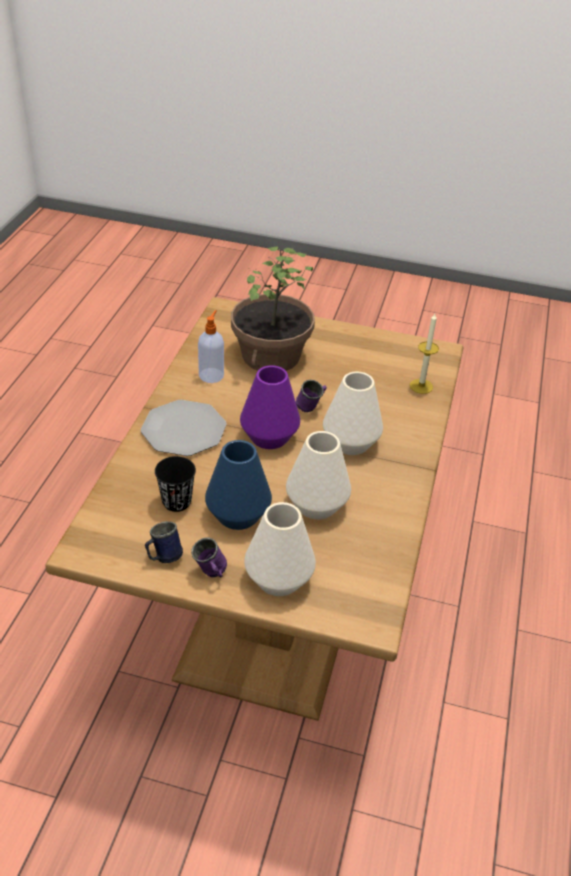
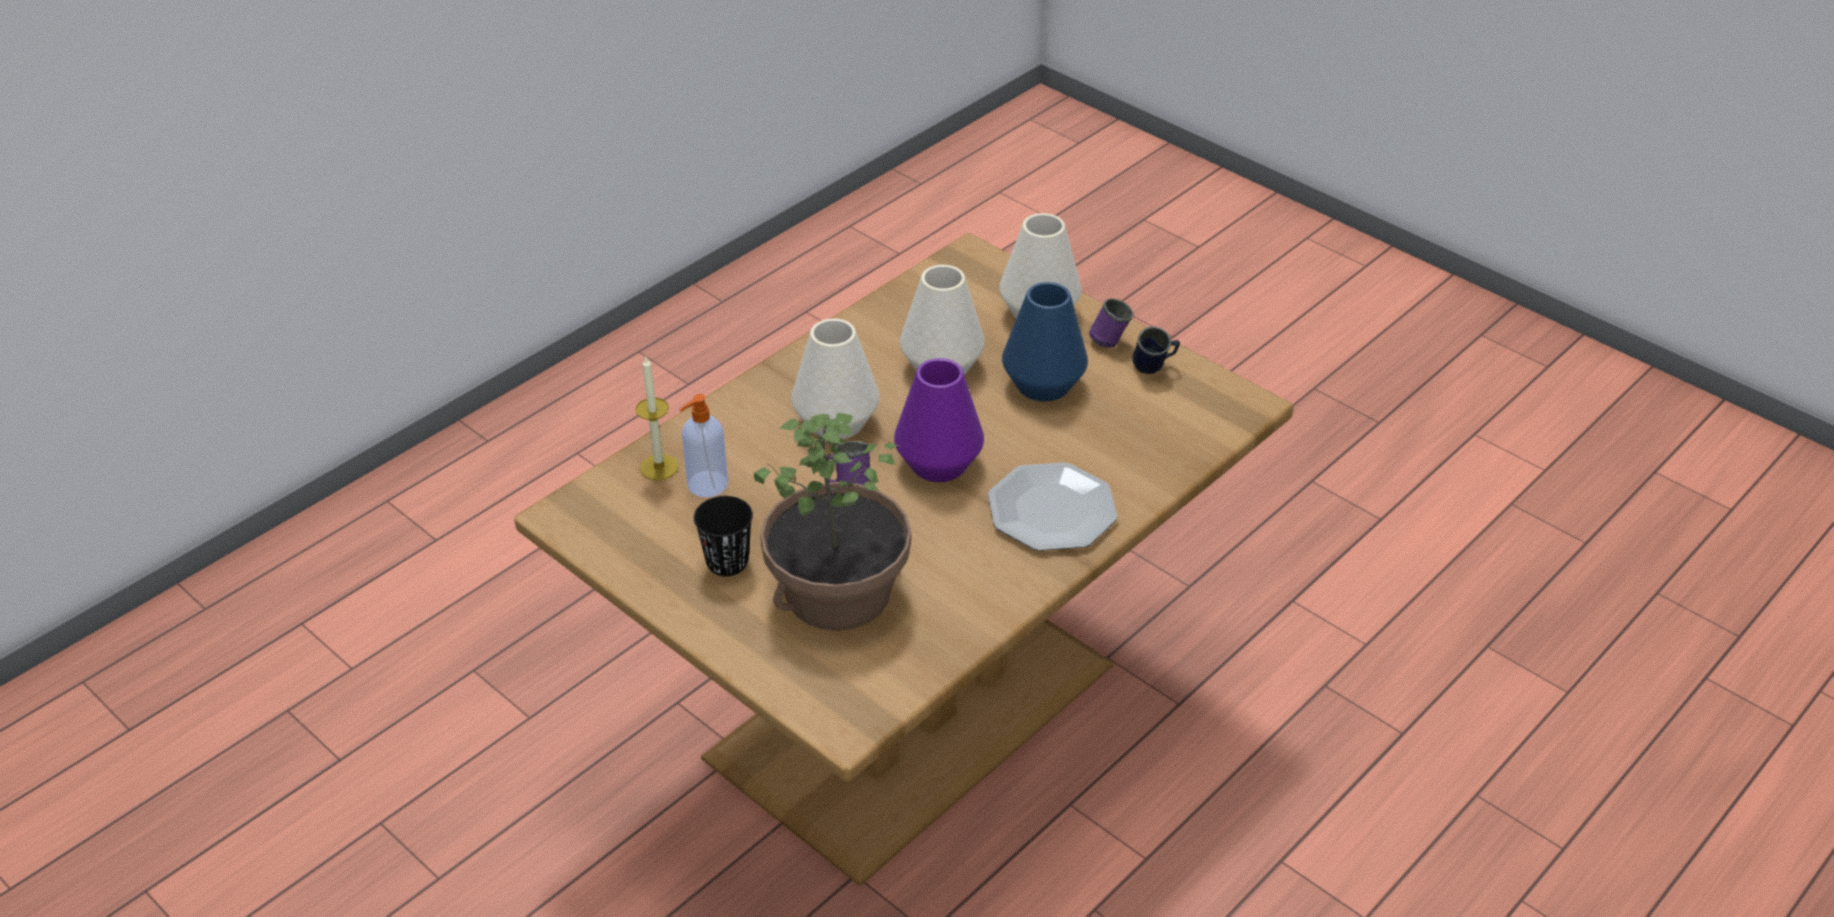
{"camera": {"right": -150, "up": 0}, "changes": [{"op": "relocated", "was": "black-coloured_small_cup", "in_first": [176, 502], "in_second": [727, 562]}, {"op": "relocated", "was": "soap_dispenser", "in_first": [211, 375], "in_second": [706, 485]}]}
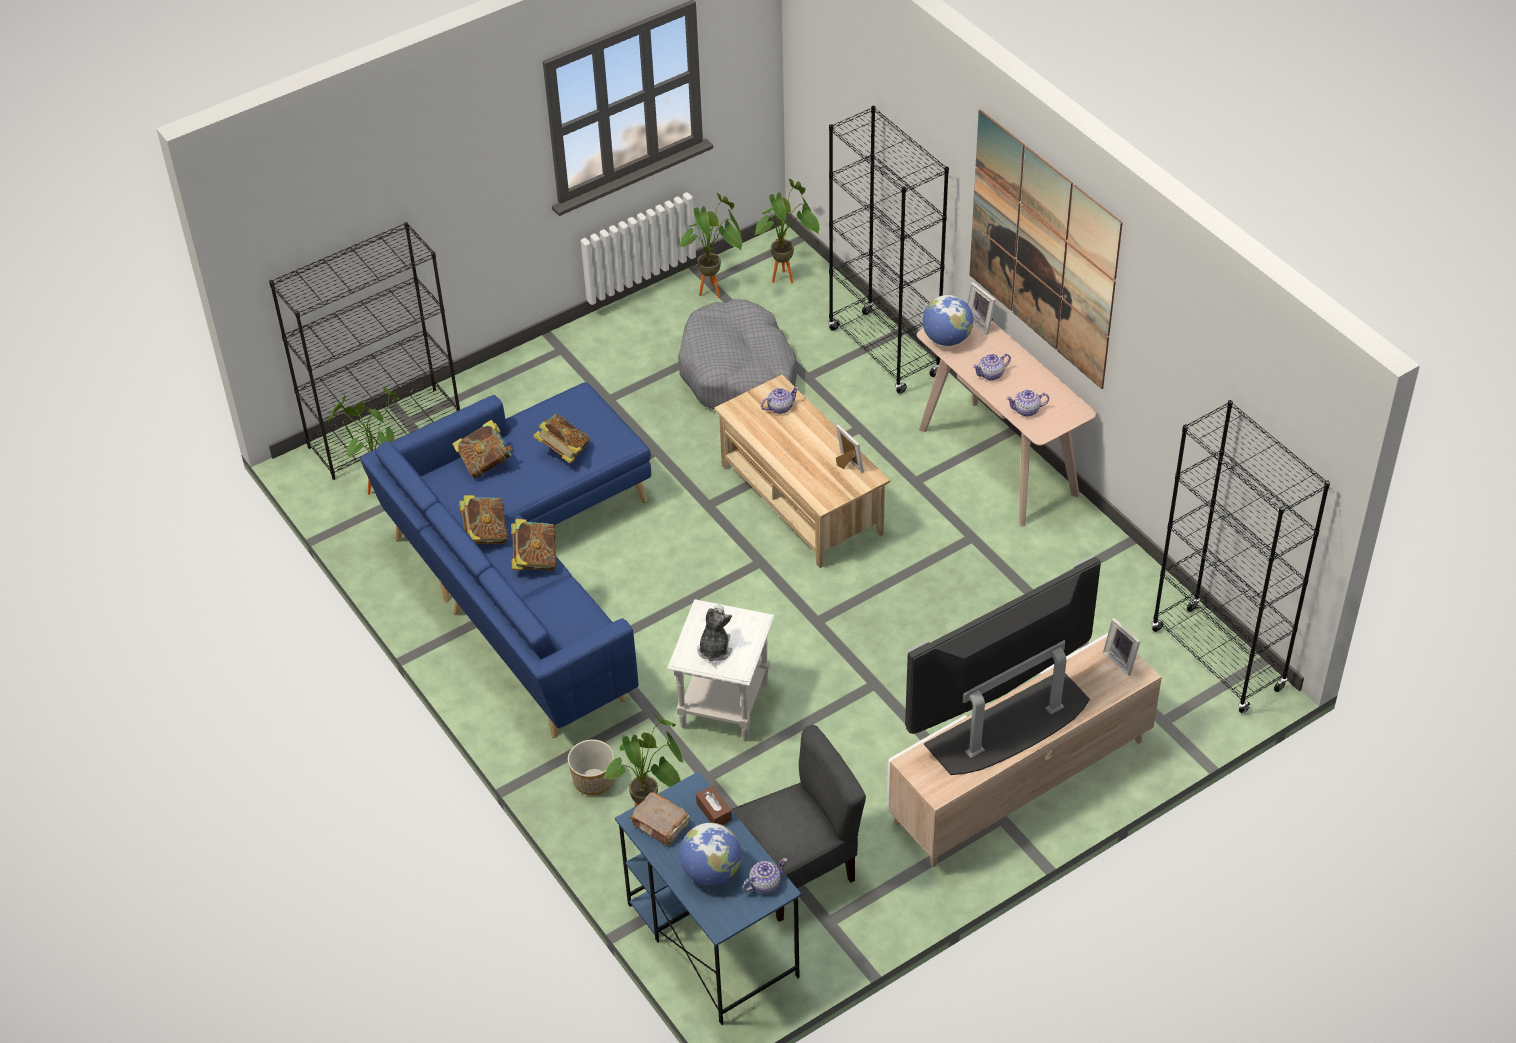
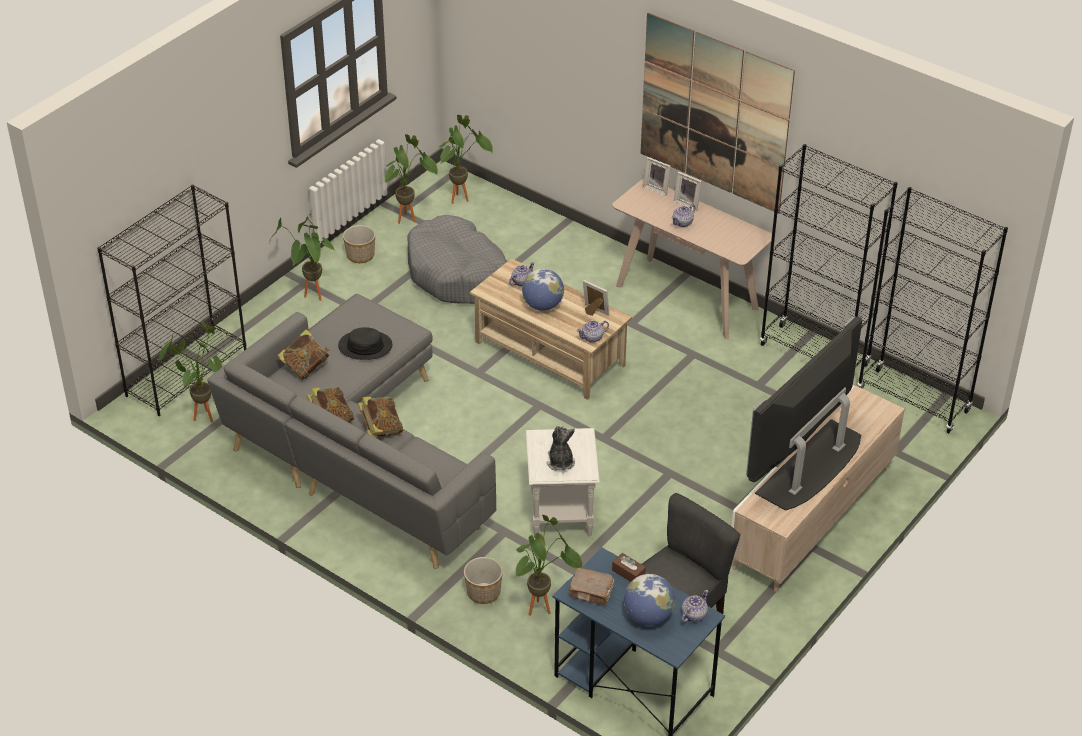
{"camera": {"right": -20, "up": -5}, "changes": [{"op": "appeared", "now": "plant_in_a_pot", "in_second": [311, 298]}, {"op": "appeared", "now": "plant_pot", "in_second": [360, 255]}, {"op": "relocated", "was": "black-coloured_bookshelf", "in_first": [884, 352], "in_second": [814, 355]}, {"op": "relocated", "was": "desk_globe", "in_first": [946, 339], "in_second": [543, 305]}, {"op": "relocated", "was": "tea_pot", "in_first": [1027, 410], "in_second": [592, 337]}, {"op": "relocated", "was": "photo_frame", "in_first": [1122, 660], "in_second": [688, 203]}, {"op": "exchanged", "was": "book", "now": "black-coloured_clothing_hat", "in_first": [563, 451], "in_second": [365, 346]}, {"op": "colour", "was": "blue_sofa", "now": "gray_sofa", "in_first": [525, 578], "in_second": [356, 456]}]}
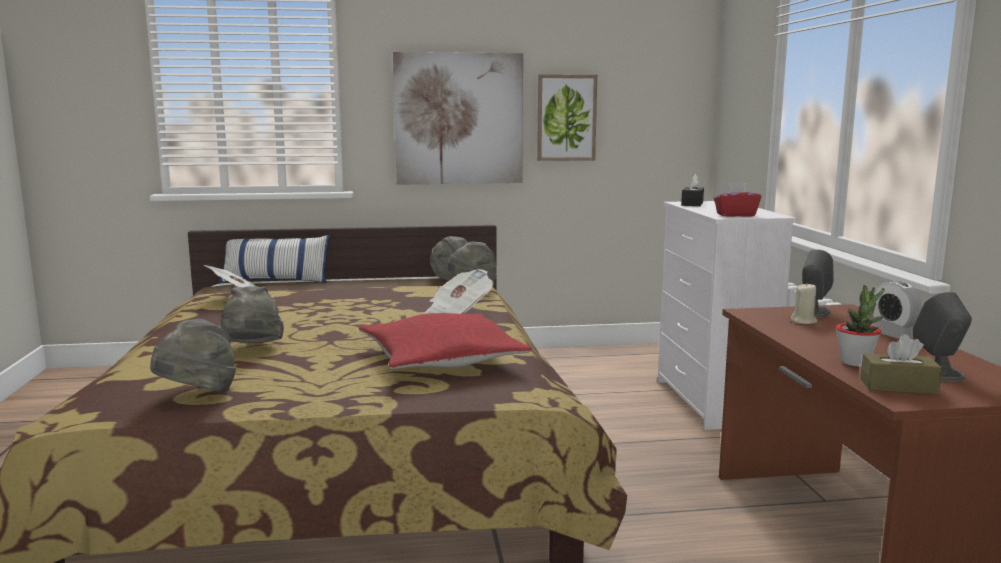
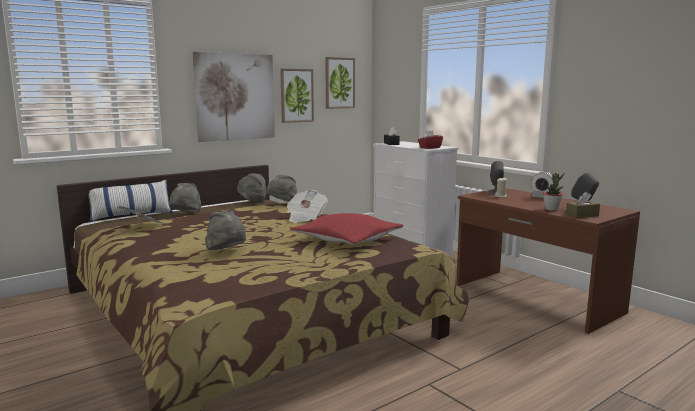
{"camera": {"right": -30, "up": 0}, "changes": [{"op": "appeared", "now": "wall_picture", "in_second": [339, 83]}, {"op": "relocated", "was": "gray_clothing_hat", "in_first": [197, 395], "in_second": [186, 214]}]}
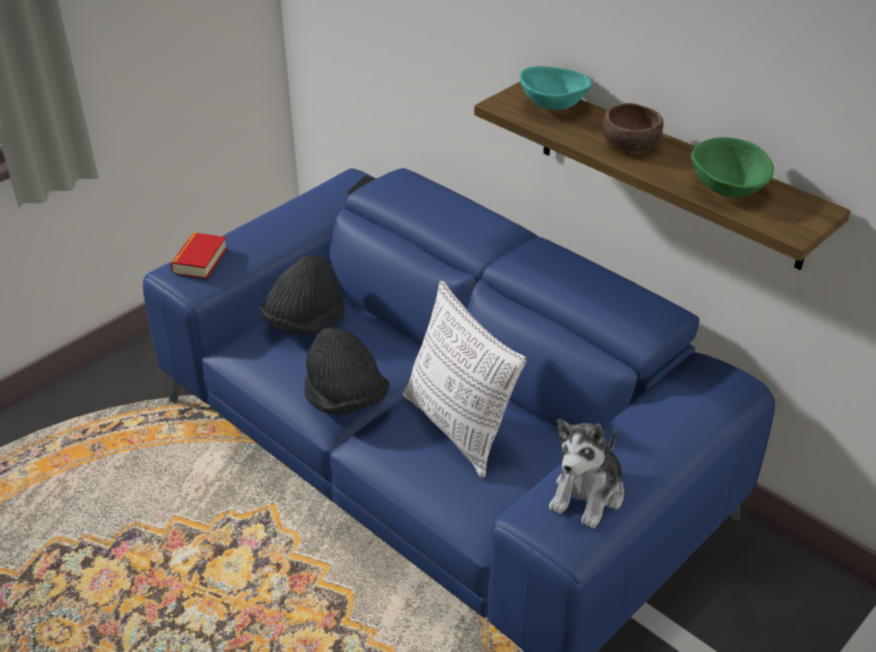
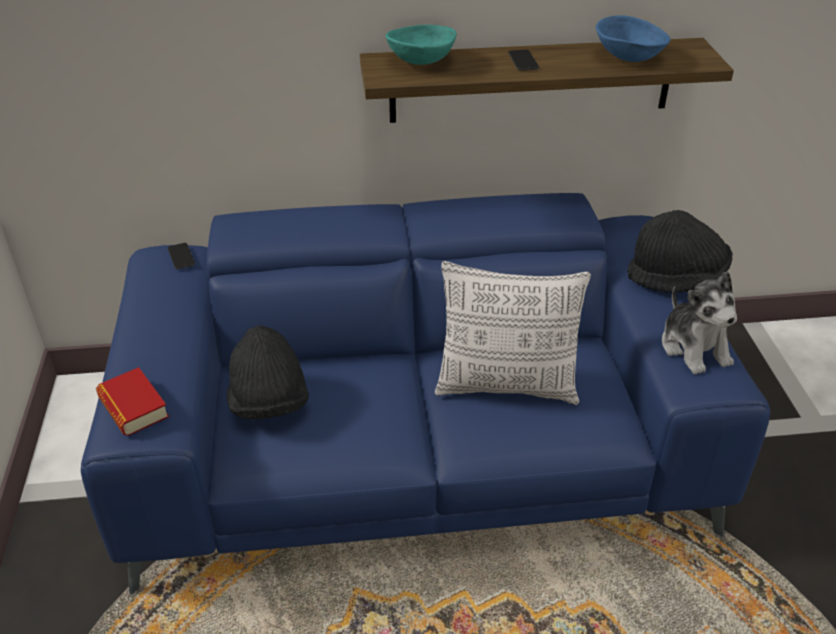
{"camera": {"right": -50, "up": 0}, "changes": [{"op": "relocated", "was": "black-coloured_clothing_hat", "in_first": [345, 399], "in_second": [676, 278]}, {"op": "exchanged", "was": "brownish_bowl", "now": "telephone", "in_first": [631, 144], "in_second": [523, 61]}, {"op": "colour", "was": "green_bowl", "now": "blue_bowl", "in_first": [727, 188], "in_second": [628, 58]}]}
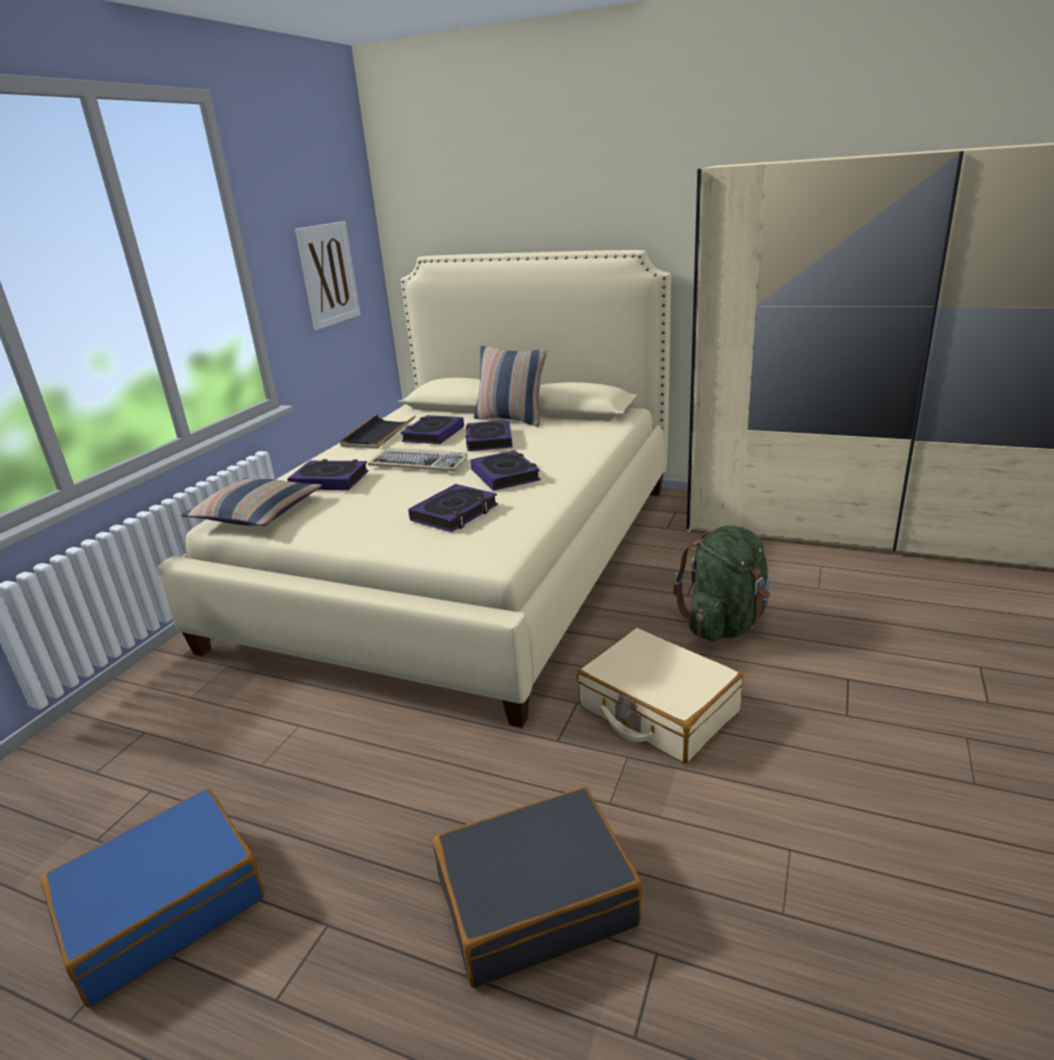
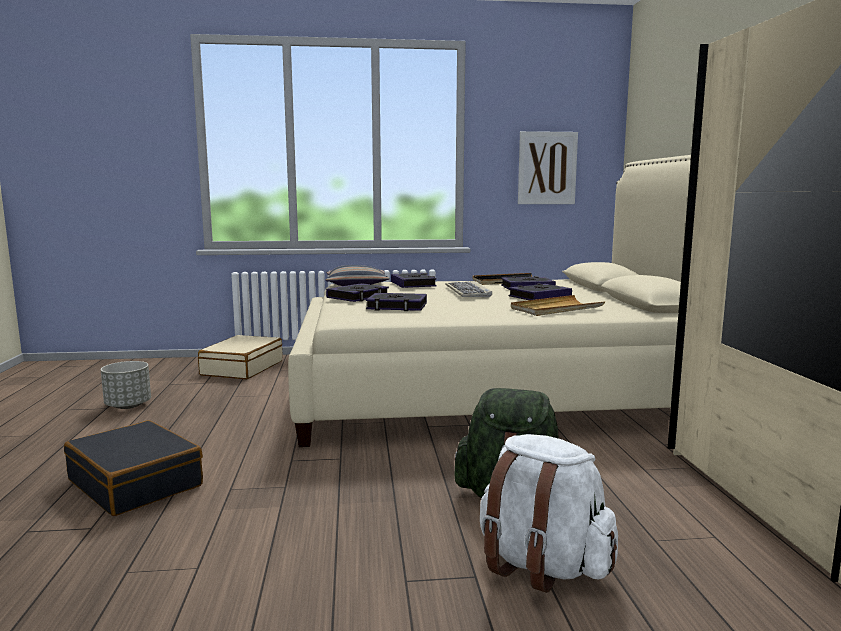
{"camera": {"right": 60, "up": -15}, "changes": [{"op": "missing", "was": "pillow", "in_first": [511, 419]}, {"op": "appeared", "now": "white-coloured_knapsack", "in_second": [541, 565]}, {"op": "appeared", "now": "beige_serving_tray", "in_second": [556, 309]}, {"op": "relocated", "was": "book", "in_first": [505, 475], "in_second": [358, 297]}, {"op": "relocated", "was": "beige_suitcase", "in_first": [657, 709], "in_second": [242, 368]}, {"op": "exchanged", "was": "blue_suitcase", "now": "gray_plant_pot", "in_first": [163, 907], "in_second": [128, 406]}]}
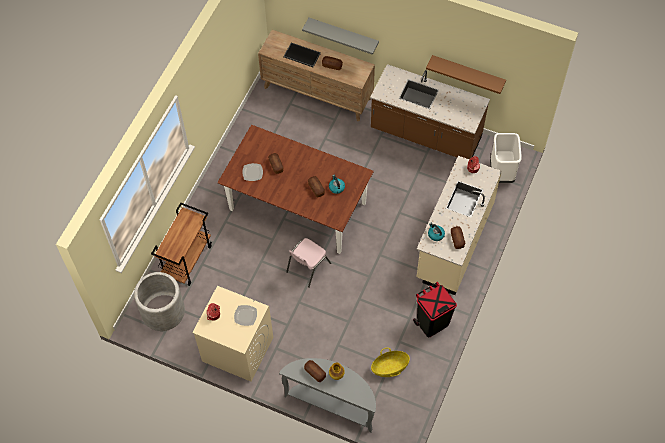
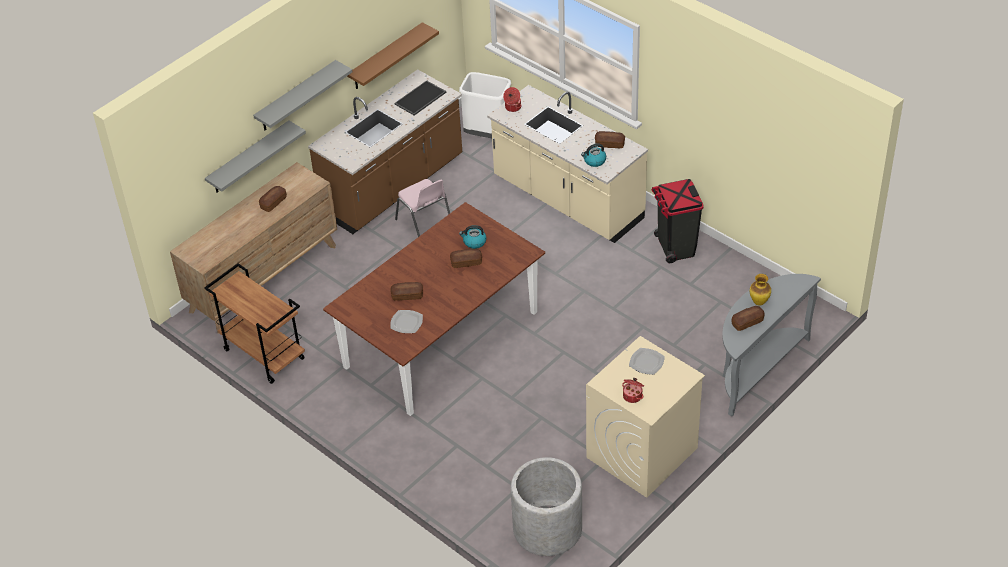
{"camera": {"right": -70, "up": -15}, "changes": [{"op": "missing", "was": "household_basket", "in_first": [389, 367]}, {"op": "appeared", "now": "gray_shelf", "in_second": [296, 97]}, {"op": "relocated", "was": "brownish_trolley", "in_first": [187, 260], "in_second": [263, 354]}, {"op": "relocated", "was": "serving_tray", "in_first": [301, 55], "in_second": [420, 99]}, {"op": "relocated", "was": "pink-coloured_upright_chair", "in_first": [307, 267], "in_second": [425, 225]}]}
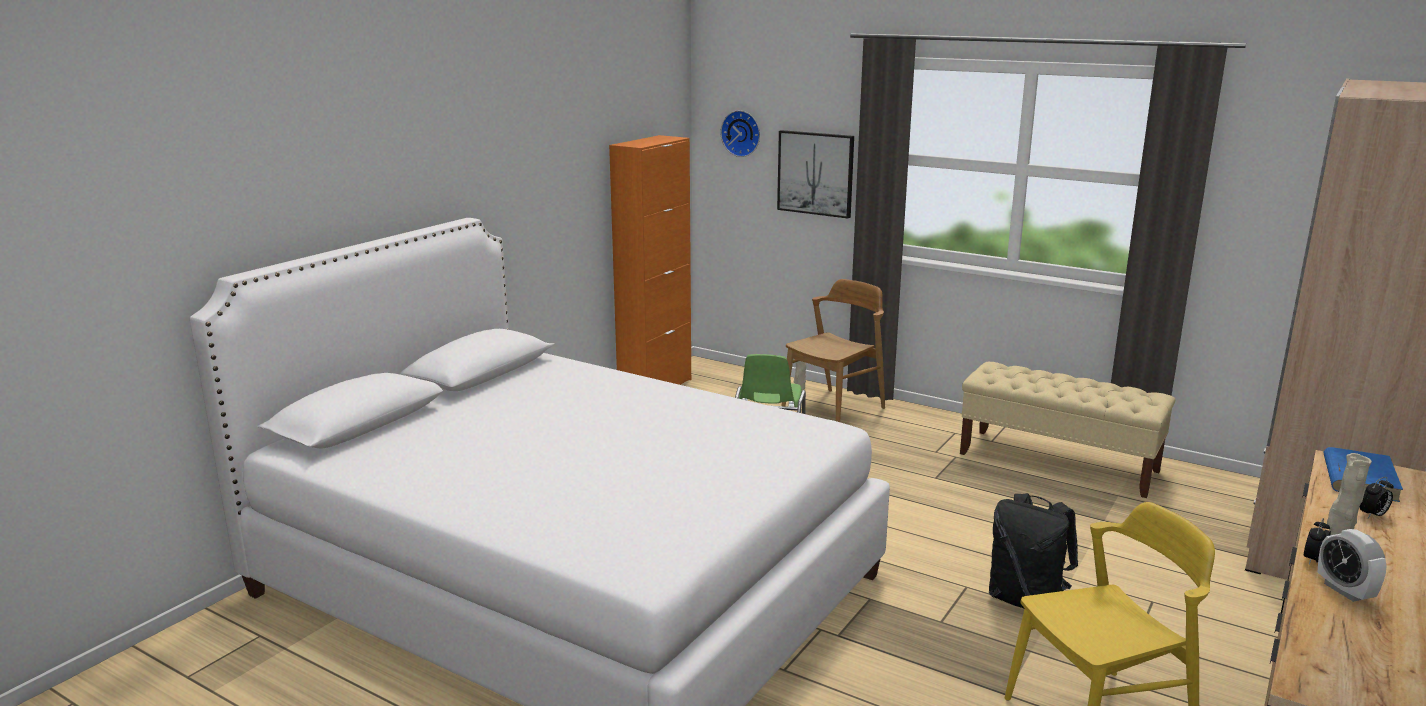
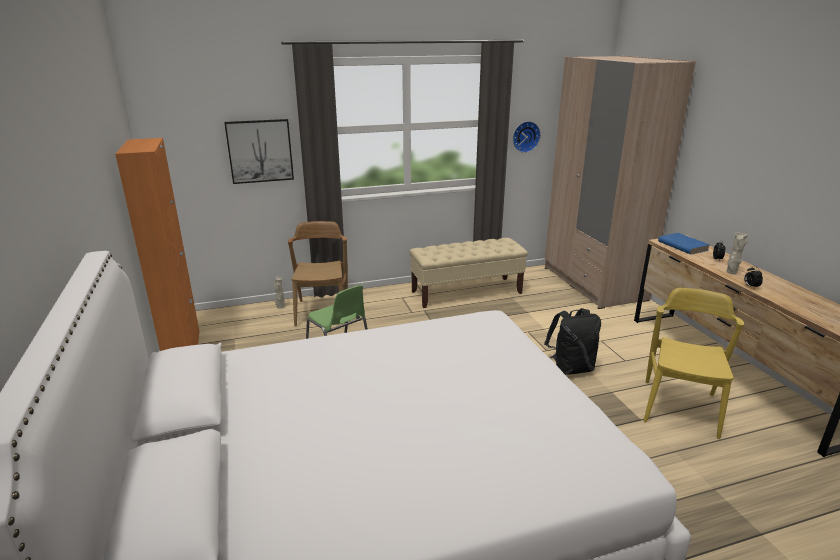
{"camera": {"right": -50, "up": 5}, "changes": [{"op": "missing", "was": "bedside_clock", "in_first": [1345, 591]}, {"op": "relocated", "was": "hanging_clock", "in_first": [742, 133], "in_second": [525, 136]}]}
